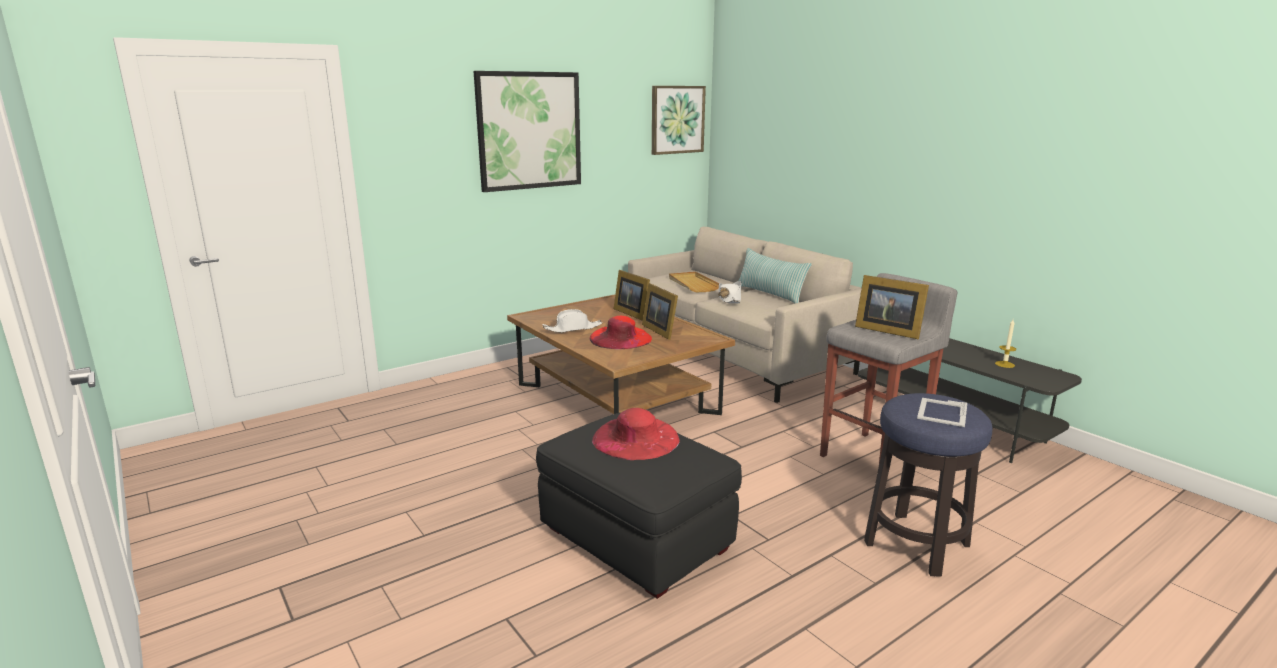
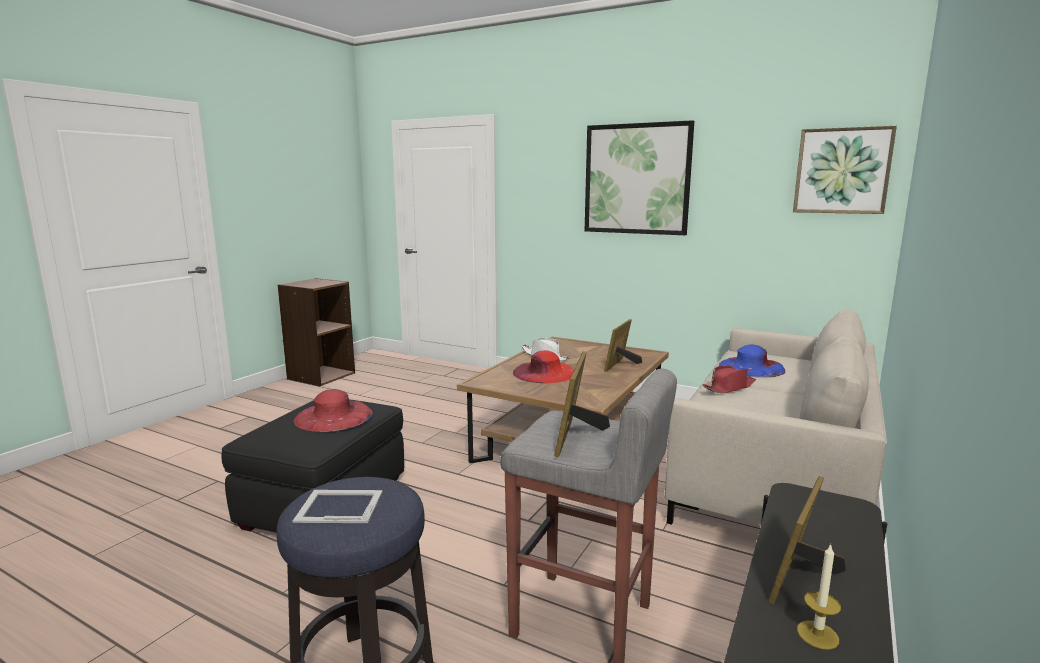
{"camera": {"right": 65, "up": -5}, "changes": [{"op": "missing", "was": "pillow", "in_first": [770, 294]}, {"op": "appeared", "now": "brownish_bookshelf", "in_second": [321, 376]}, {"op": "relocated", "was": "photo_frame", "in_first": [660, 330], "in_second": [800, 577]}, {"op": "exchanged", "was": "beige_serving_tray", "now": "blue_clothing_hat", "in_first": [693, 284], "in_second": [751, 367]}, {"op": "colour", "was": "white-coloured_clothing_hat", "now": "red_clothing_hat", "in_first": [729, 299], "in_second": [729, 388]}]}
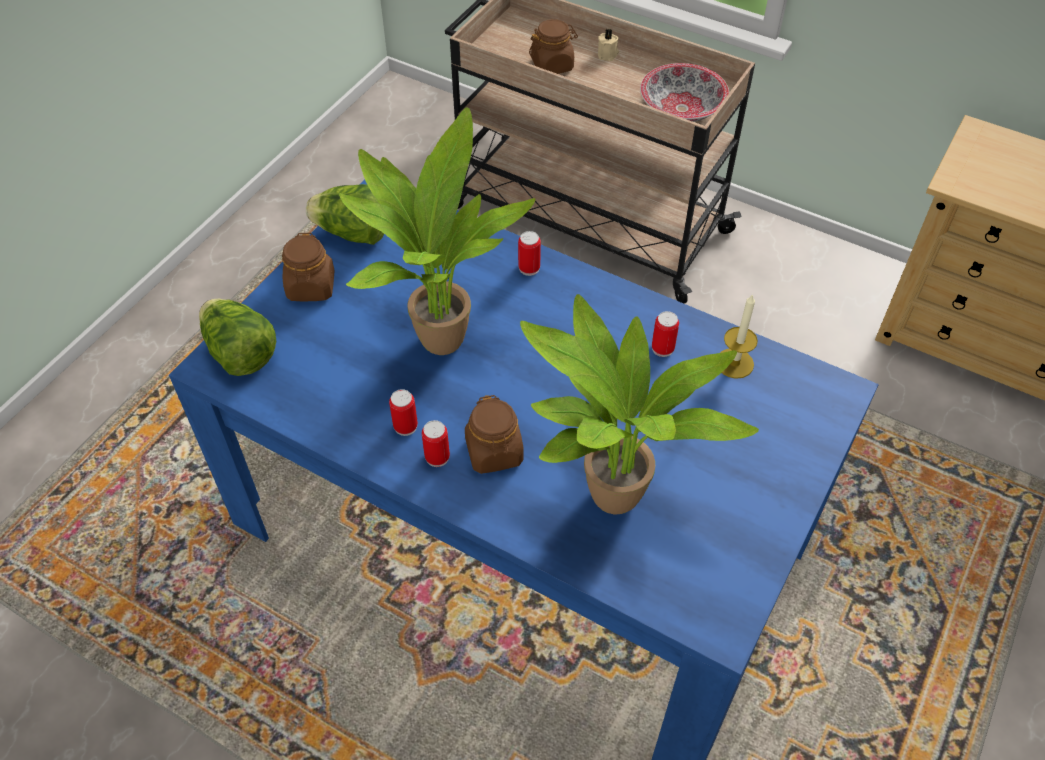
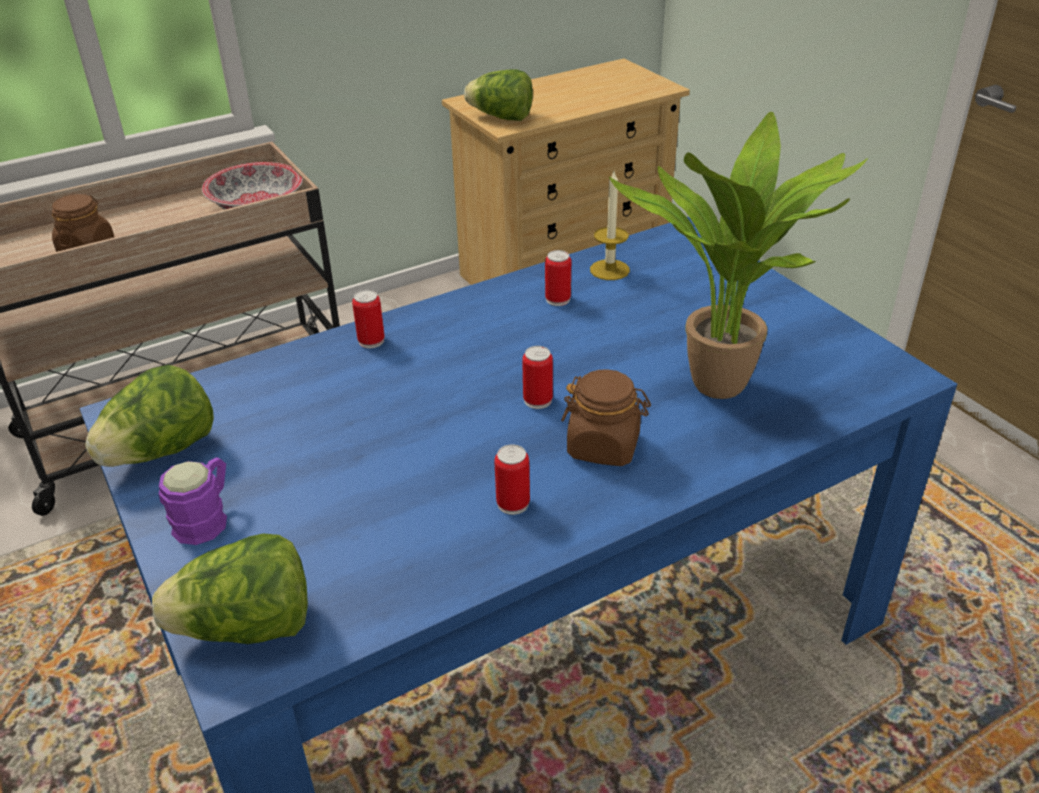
{"camera": {"right": -60, "up": -15}, "changes": [{"op": "missing", "was": "plant_in_a_pot", "in_first": [437, 338]}, {"op": "missing", "was": "beige_wax_candle", "in_first": [608, 54]}, {"op": "appeared", "now": "head_of_lettuce", "in_second": [501, 118]}, {"op": "relocated", "was": "sealed_can", "in_first": [437, 457], "in_second": [538, 400]}, {"op": "exchanged", "was": "brownish_jar", "now": "purple_tea_mug", "in_first": [311, 287], "in_second": [206, 518]}]}
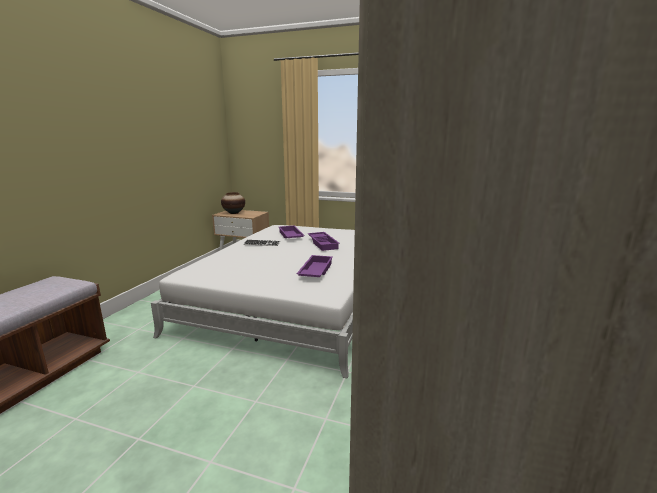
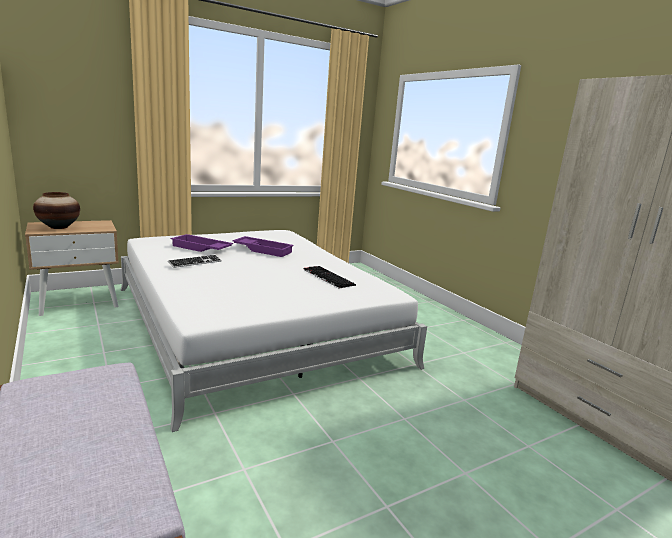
{"camera": {"right": -50, "up": 0}, "changes": [{"op": "exchanged", "was": "purple_serving_tray", "now": "PC_keyboard", "in_first": [315, 271], "in_second": [327, 277]}]}
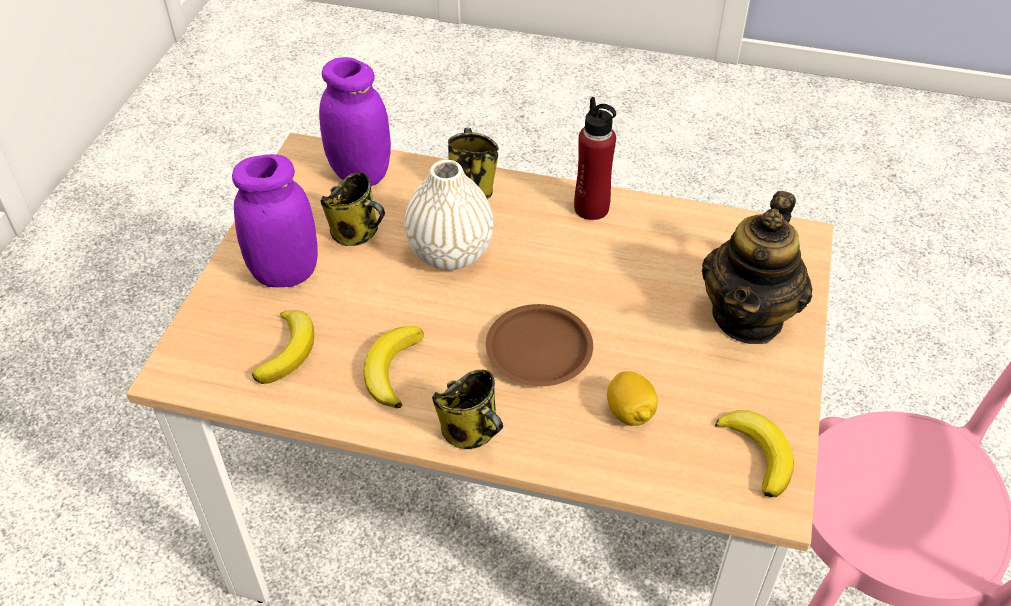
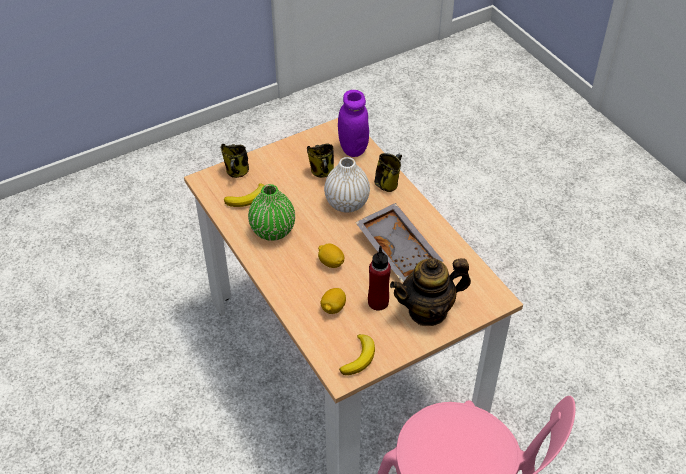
{"camera": {"right": 45, "up": 0}, "changes": [{"op": "missing", "was": "purple_jar", "in_first": [285, 273]}, {"op": "appeared", "now": "gray_serving_tray", "in_second": [399, 249]}, {"op": "relocated", "was": "tea_mug", "in_first": [471, 432], "in_second": [237, 172]}, {"op": "relocated", "was": "red_bottle", "in_first": [591, 208], "in_second": [378, 302]}, {"op": "exchanged", "was": "whole_banana", "now": "green_flower_vase", "in_first": [392, 369], "in_second": [272, 230]}, {"op": "exchanged", "was": "brownish_flat_dish", "now": "whole_lemon", "in_first": [540, 351], "in_second": [331, 263]}]}
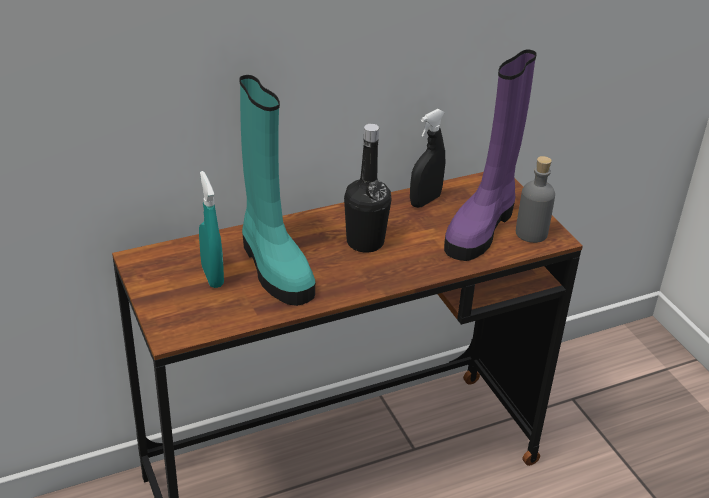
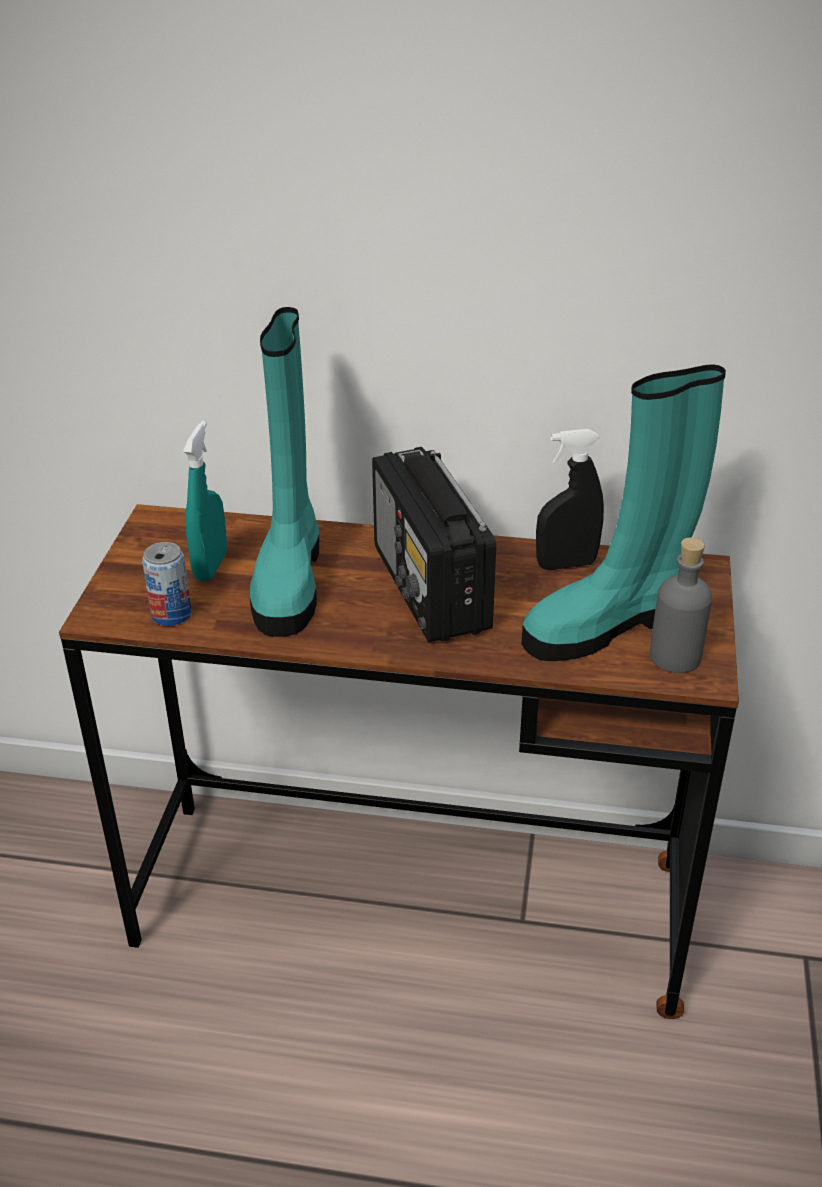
{"camera": {"right": 35, "up": 0}, "changes": [{"op": "appeared", "now": "sealed_can", "in_second": [171, 614]}, {"op": "exchanged", "was": "black-coloured_bottle", "now": "radio", "in_first": [365, 242], "in_second": [431, 589]}, {"op": "colour", "was": "purple_tall_boot", "now": "turquoise-coloured_tall_boot", "in_first": [481, 228], "in_second": [608, 625]}]}
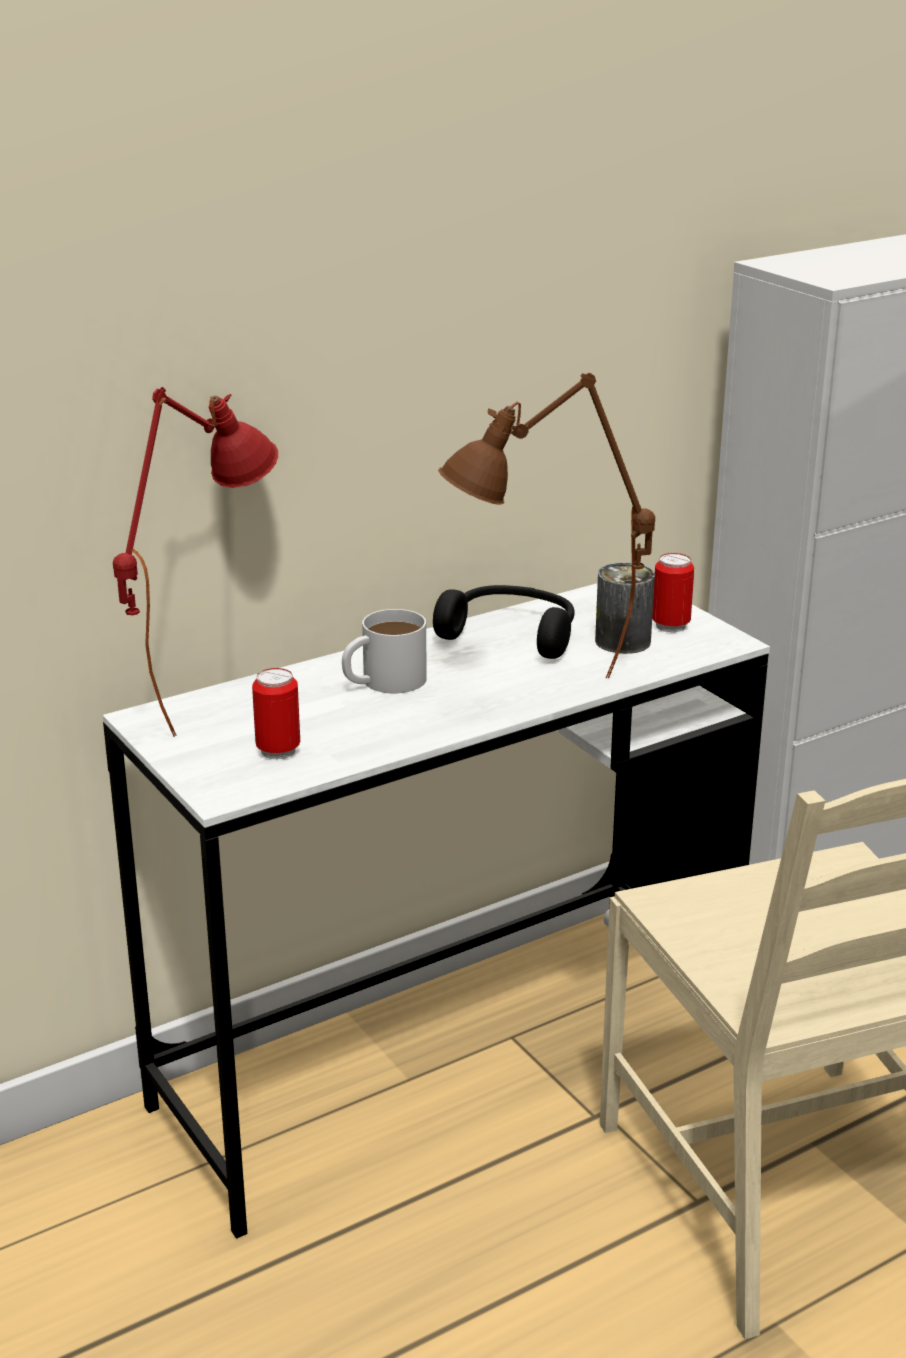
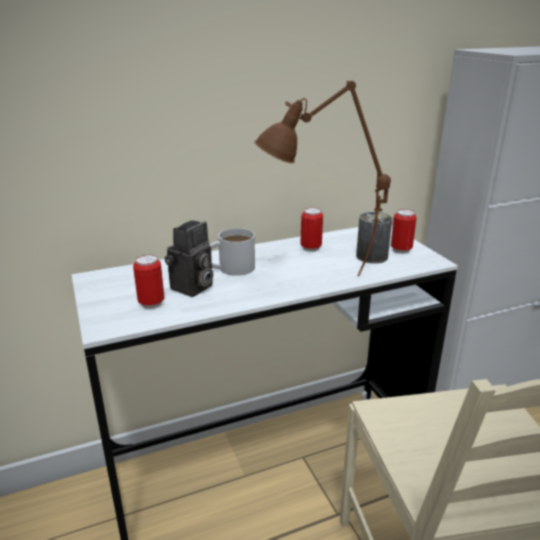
{"camera": {"right": 10, "up": 0}, "changes": [{"op": "missing", "was": "red_lamp_for_a_table", "in_first": [206, 700]}, {"op": "appeared", "now": "still_camera", "in_second": [192, 288]}, {"op": "exchanged", "was": "black-coloured_headset", "now": "sealed_can", "in_first": [512, 634], "in_second": [310, 248]}]}
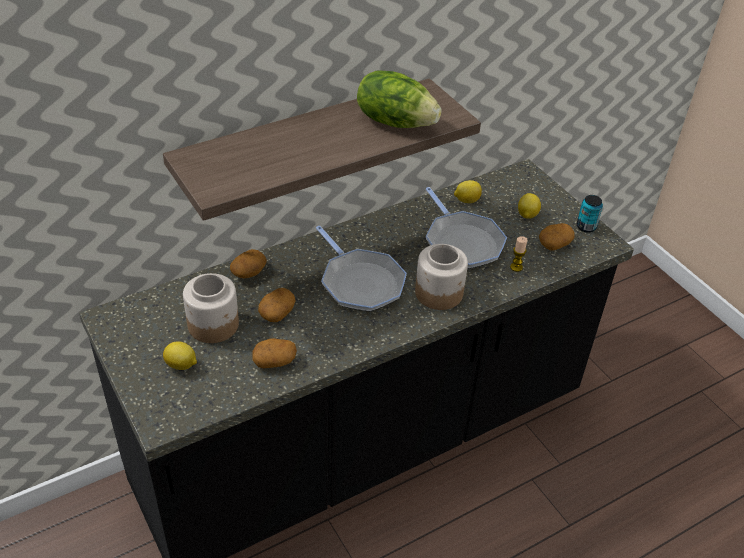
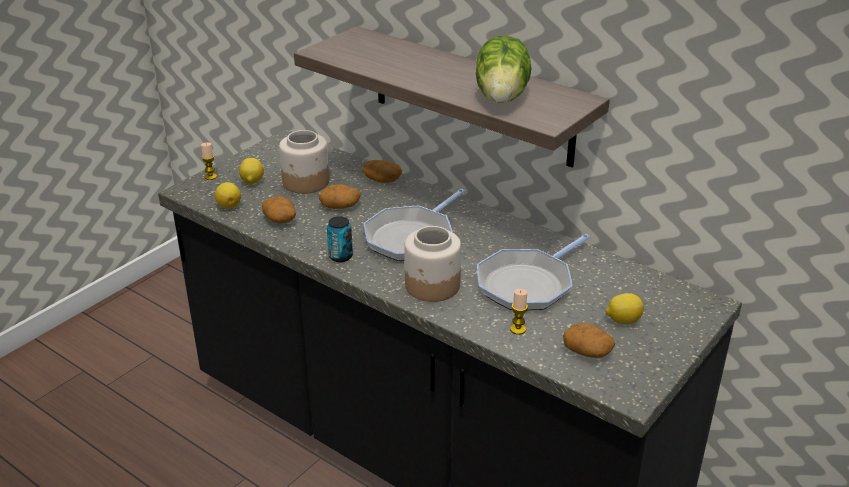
{"camera": {"right": 70, "up": -10}, "changes": [{"op": "appeared", "now": "wax_candle", "in_second": [210, 177]}, {"op": "relocated", "was": "whole_lemon", "in_first": [466, 200], "in_second": [229, 205]}, {"op": "relocated", "was": "sealed_can", "in_first": [586, 227], "in_second": [340, 256]}]}
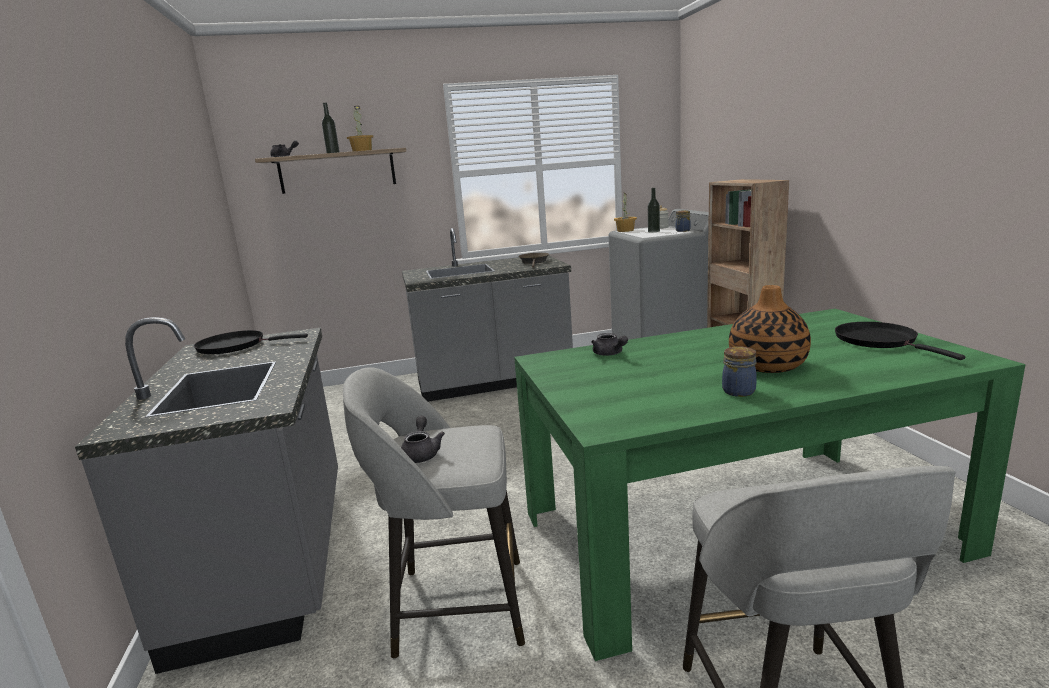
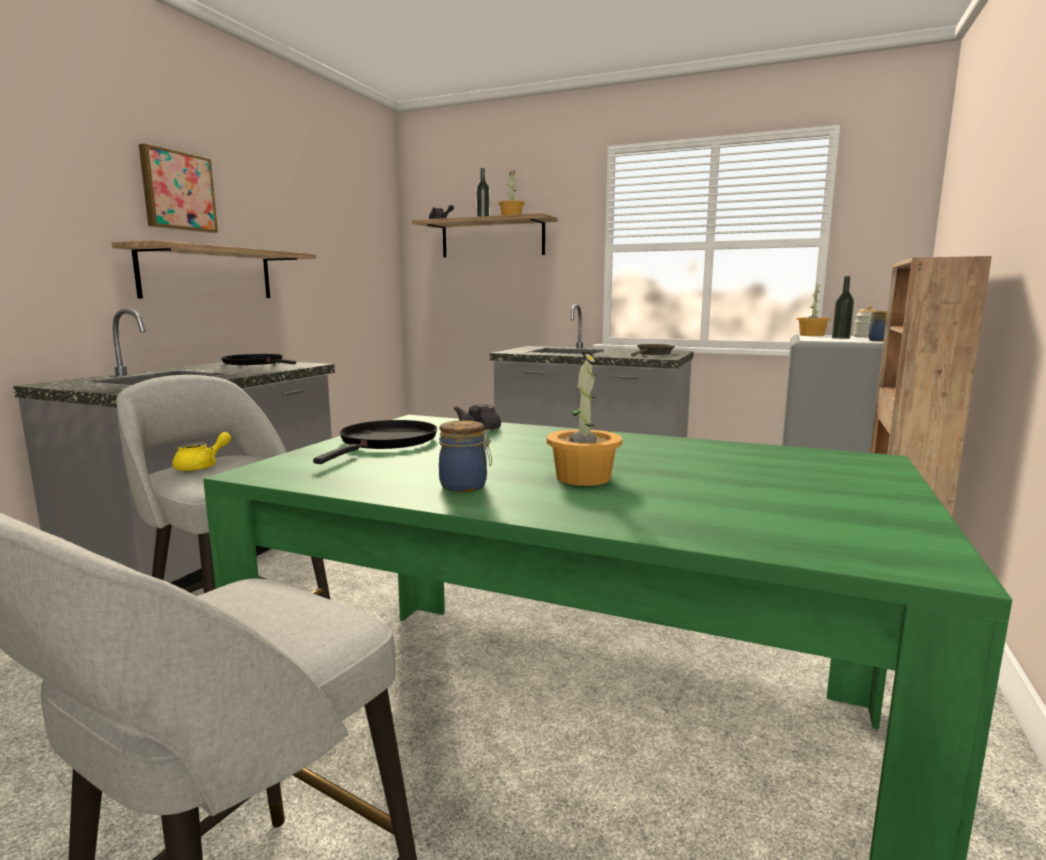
{"camera": {"right": 35, "up": -5}, "changes": [{"op": "appeared", "now": "shelf", "in_second": [208, 274]}, {"op": "appeared", "now": "wall_picture", "in_second": [177, 191]}, {"op": "relocated", "was": "black-coloured_skillet", "in_first": [880, 341], "in_second": [386, 442]}, {"op": "exchanged", "was": "flower_vase", "now": "plant_in_a_pot", "in_first": [767, 365], "in_second": [582, 477]}, {"op": "colour", "was": "gray_tea_pot", "now": "yellow_tea_pot", "in_first": [421, 453], "in_second": [202, 466]}]}
